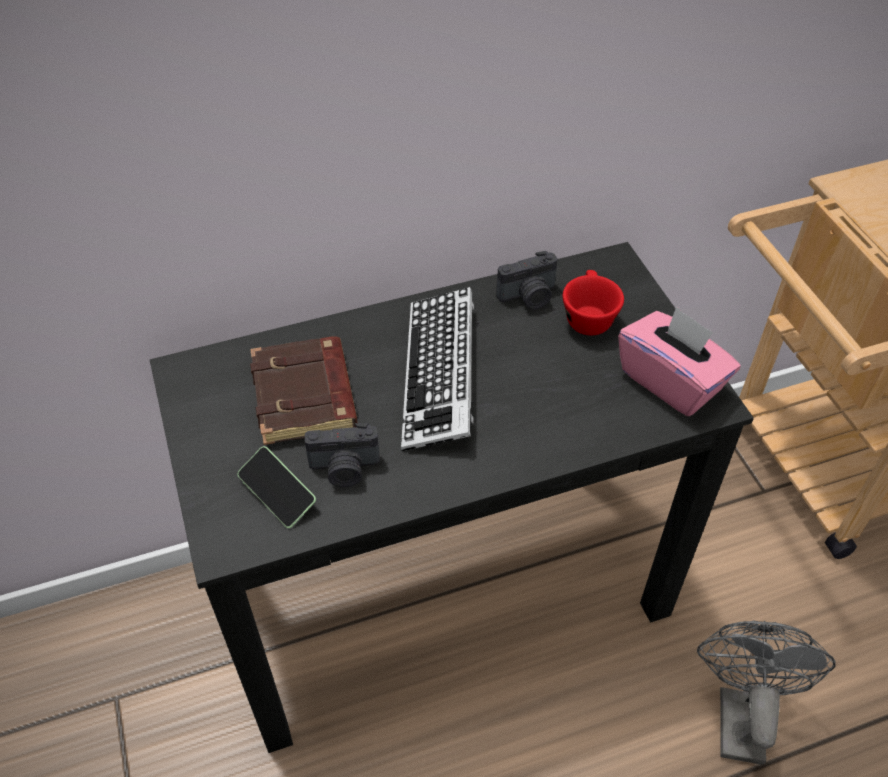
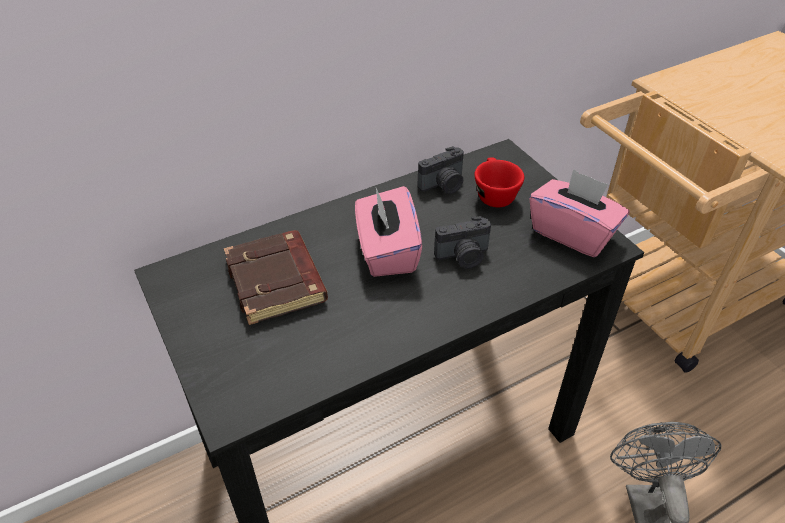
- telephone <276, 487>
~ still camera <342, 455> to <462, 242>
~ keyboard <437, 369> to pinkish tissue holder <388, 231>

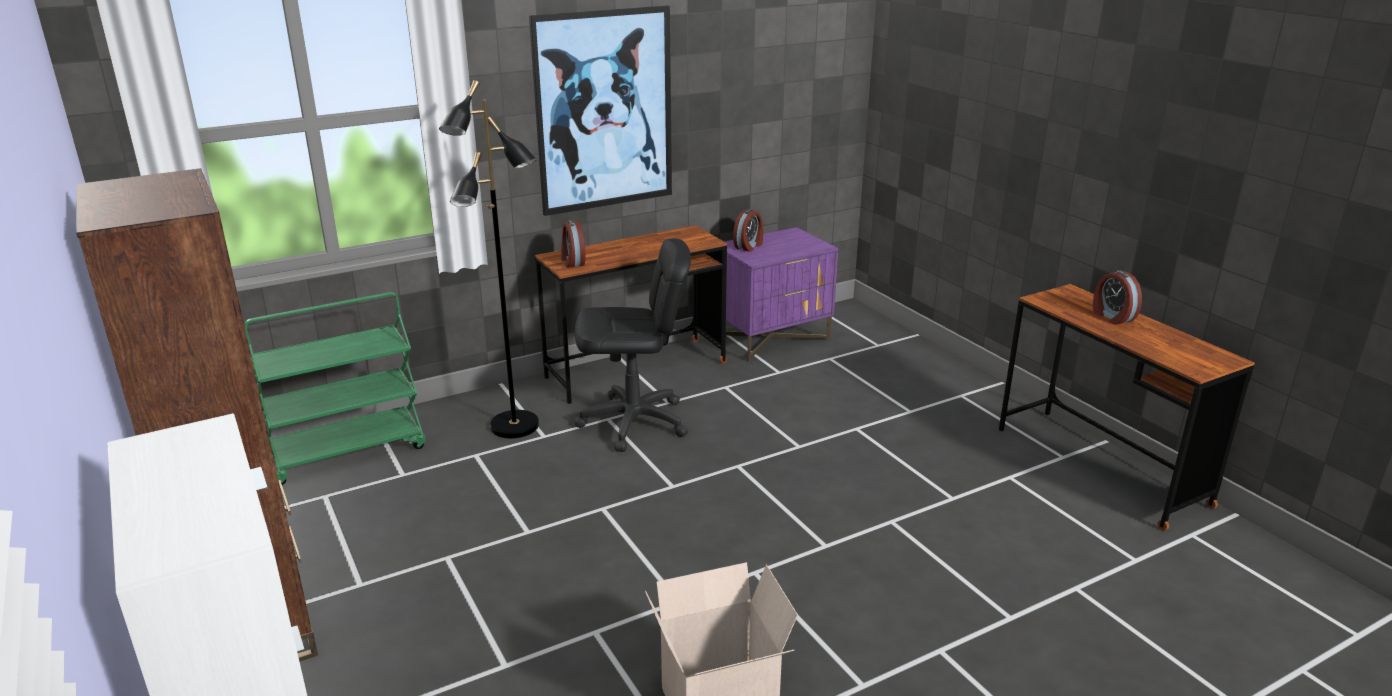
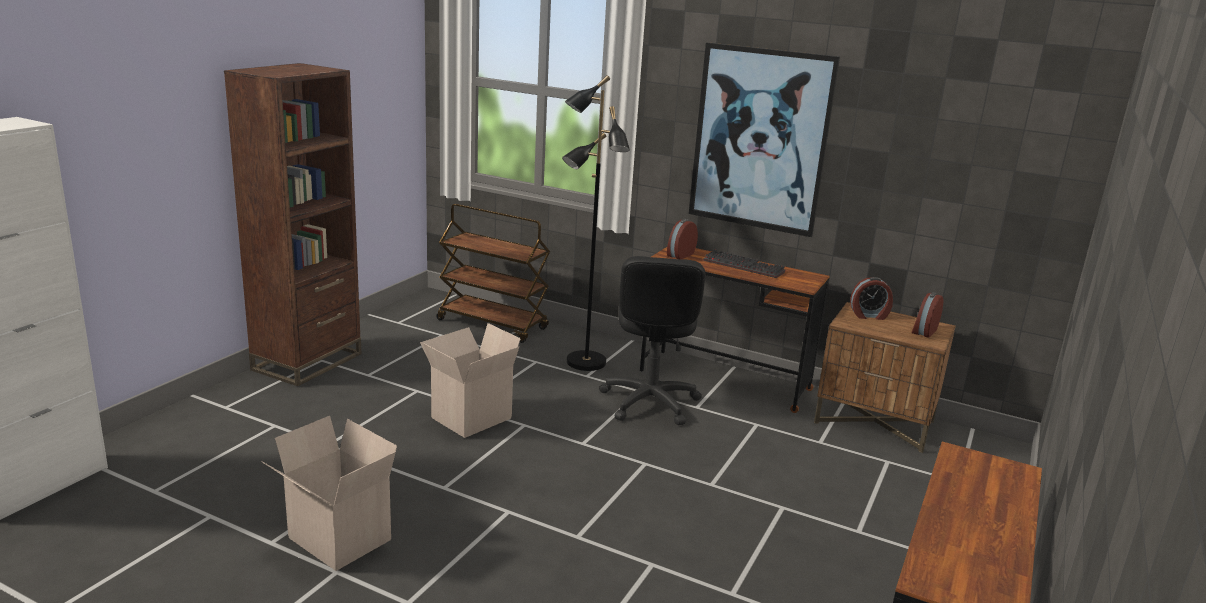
~ green-coloured cart <334, 388> to brown-coloured cart <493, 273>
~ black-coloured office chair <632, 345> = <652, 340> 45 degrees clockwise
~ purple-coloured nightstand <781, 294> to brown-coloured nightstand <885, 377>
~ bedside clock <1117, 297> to <927, 315>
+ carton <470, 380>
+ keyboard <744, 264>

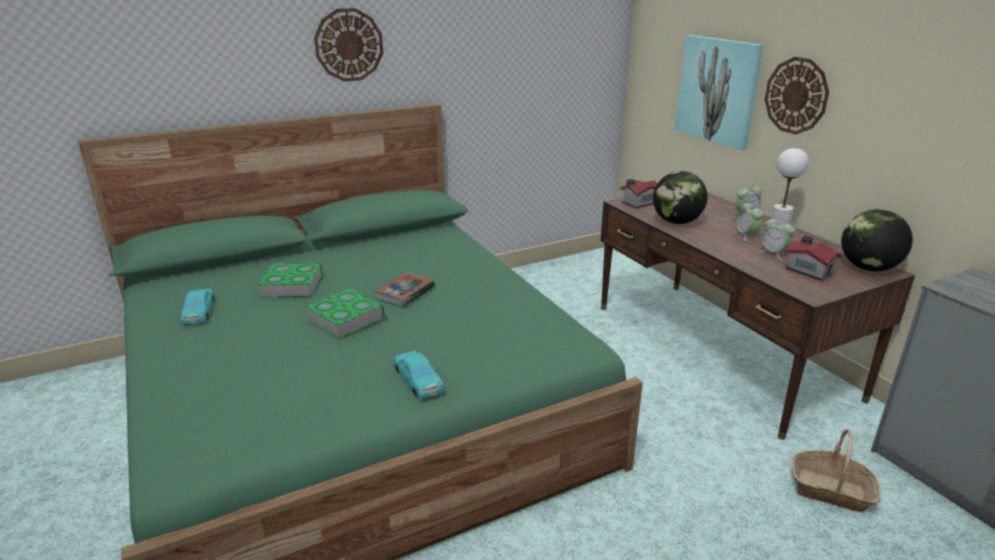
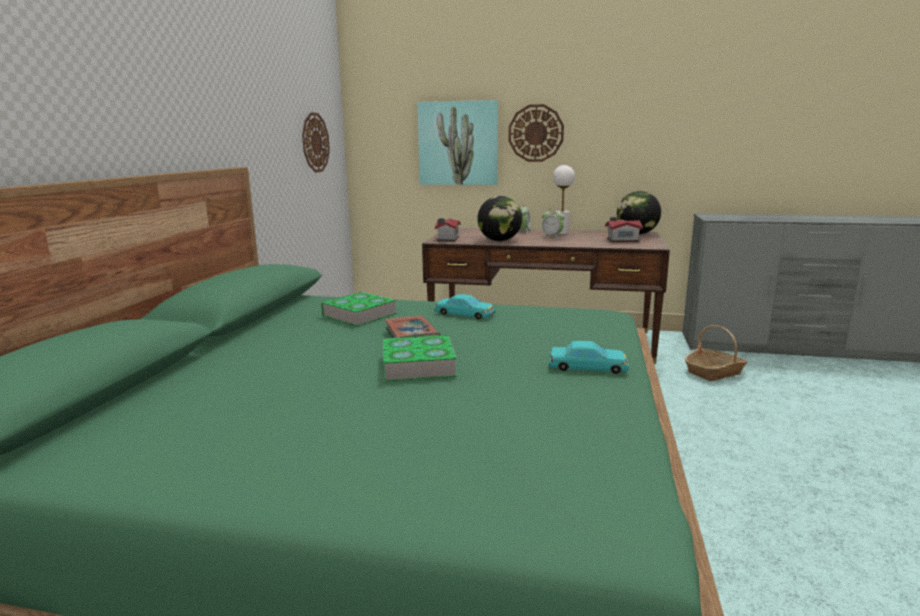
~ turquoise-coloured model car <197, 307> to <465, 307>
~ book <290, 280> to <359, 309>
~ wall clock <348, 45> to <316, 142>
- bedside clock <777, 238>

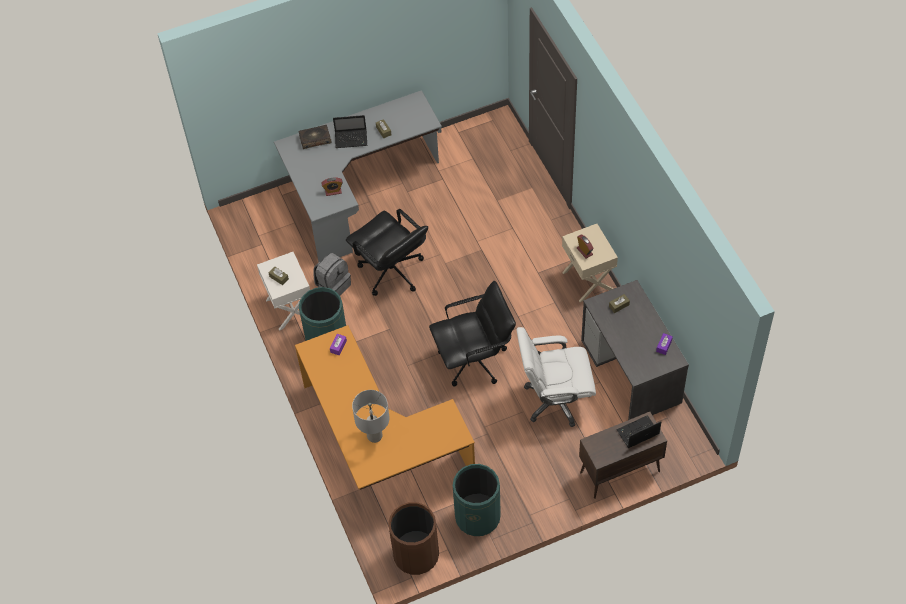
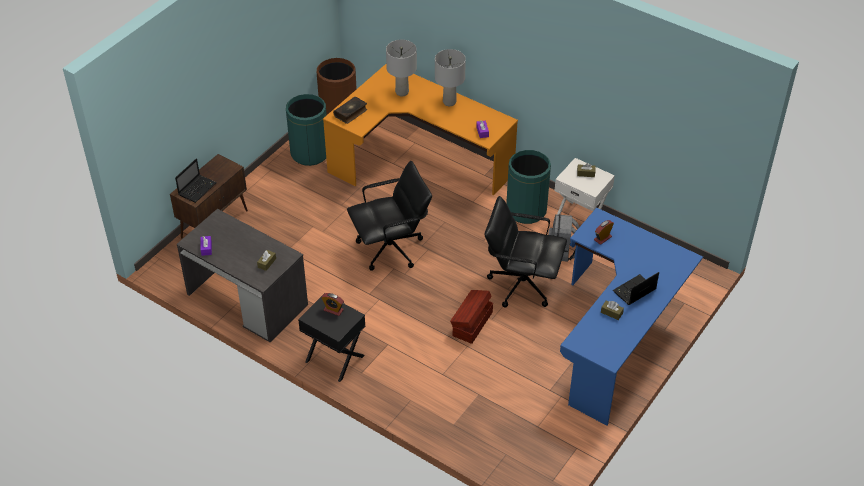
~ gray desk <358, 176> to blue-coloured desk <631, 317>
~ book <315, 137> to <350, 110>
~ black-coloured office chair <472, 334> = <389, 216> 150 degrees counterclockwise
- white-coloured office chair <556, 377>
~ sand-coloured nightstand <590, 263> to black-coloured nightstand <331, 337>
+ gray tabletop lamp <450, 77>
+ brown-coloured storage container <471, 317>

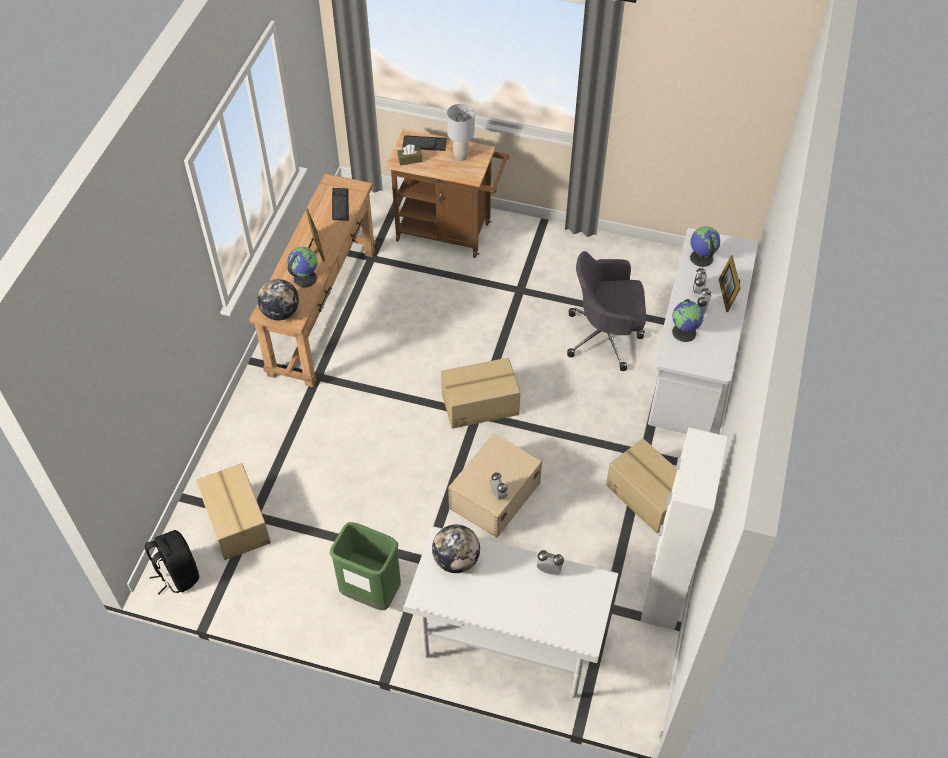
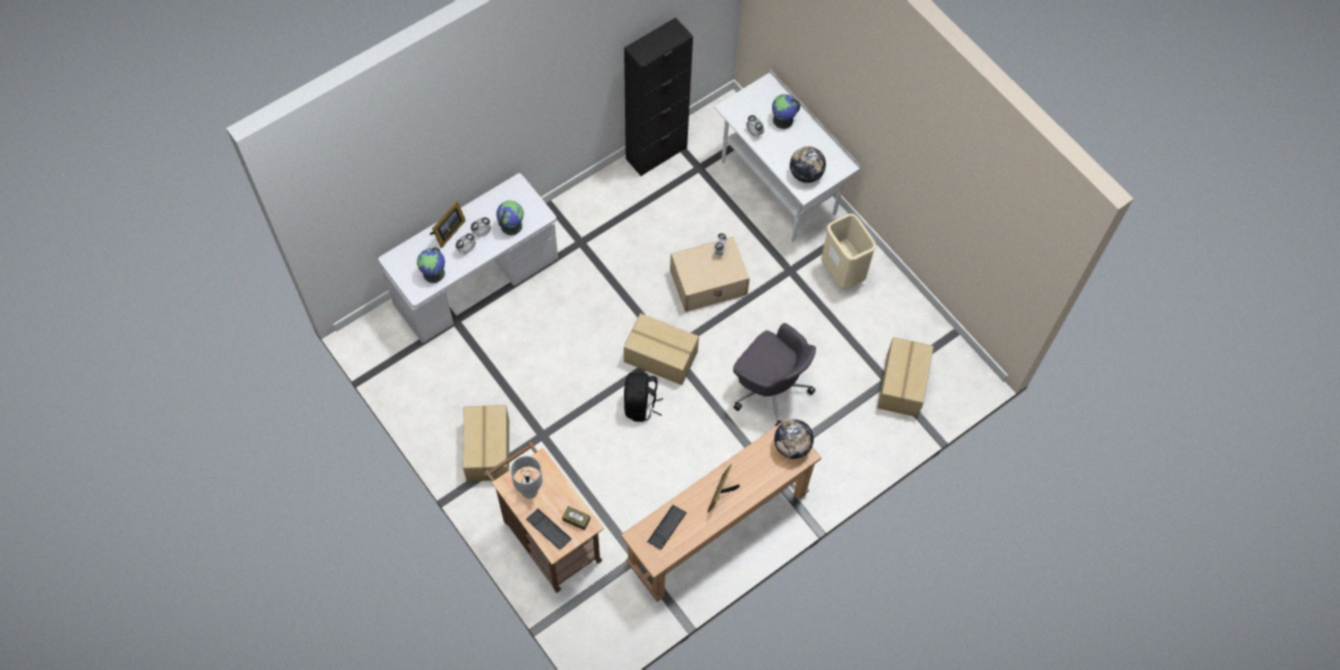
~ black-coloured knapsack <172, 562> to <643, 397>
~ world globe <302, 267> to <786, 111>
~ green-coloured trash can <365, 566> to sand-coloured trash can <848, 252>
~ gray office chair <606, 311> to <774, 374>
~ carton <641, 486> to <486, 443>
~ white-coloured cabinet <684, 528> to black-coloured cabinet <658, 96>

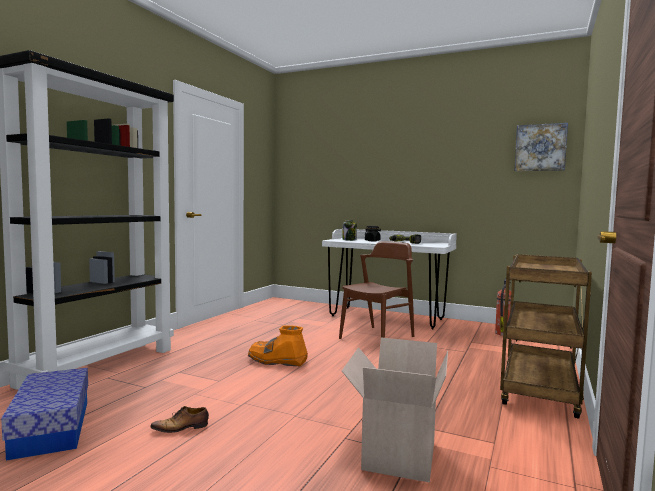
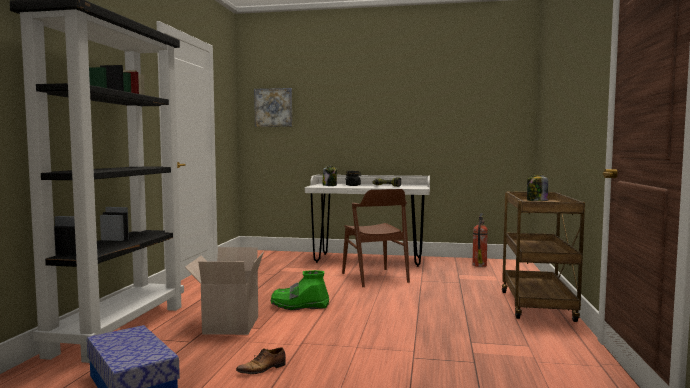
~ orange boot <278, 346> to green-coloured boot <300, 290>
~ brown-coloured upright chair <376, 290> = <376, 238> 135 degrees clockwise
~ carton <395, 410> to <224, 291>
~ wall art <541, 147> to <273, 107>
+ jar <537, 188>

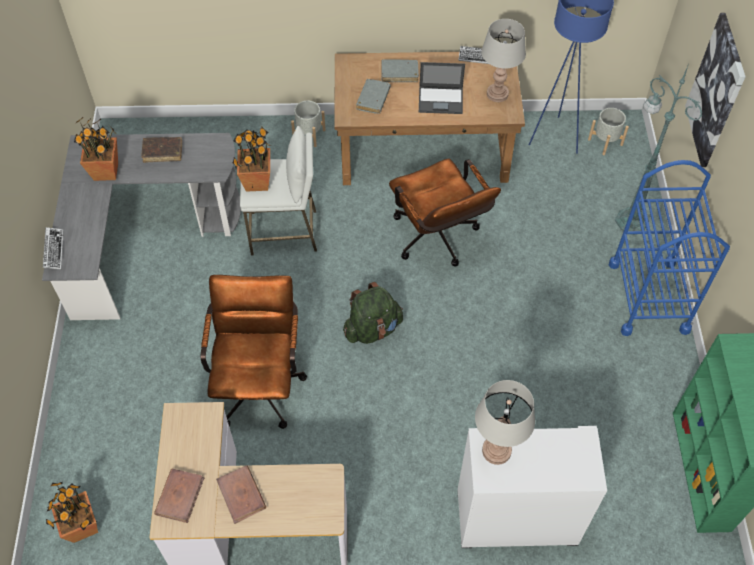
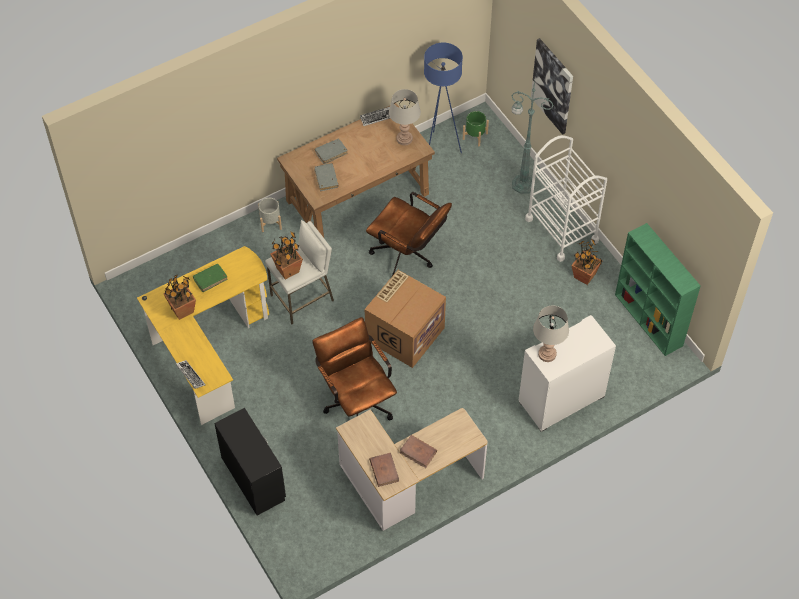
~ gray desk <141, 226> to yellow desk <203, 335>
~ houseplant <72, 512> to <586, 262>
~ brown-coloured book <161, 150> to green-coloured book <210, 278>
~ green-coloured knapsack <373, 313> to carton <405, 319>
- laptop <442, 88>
~ gray planter <608, 131> to green-coloured planter <476, 128>
~ blue-coloured cart <669, 248> to white-coloured cart <566, 198>
+ black-coloured drawer chest <250, 462>

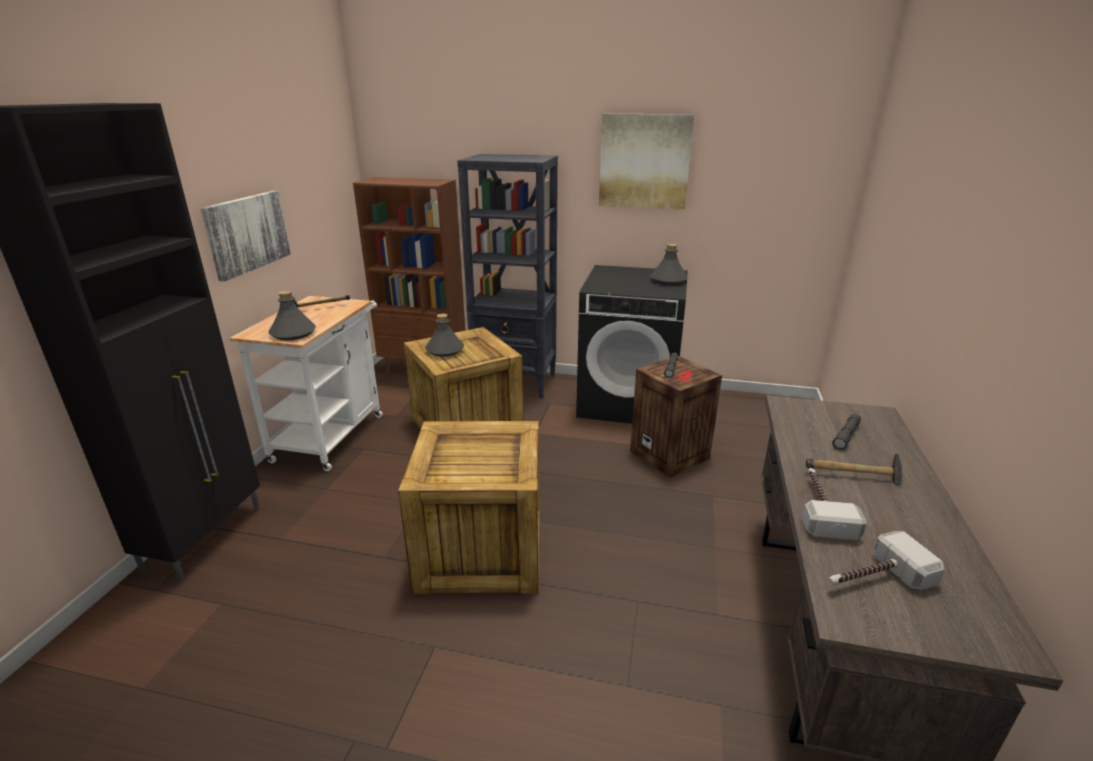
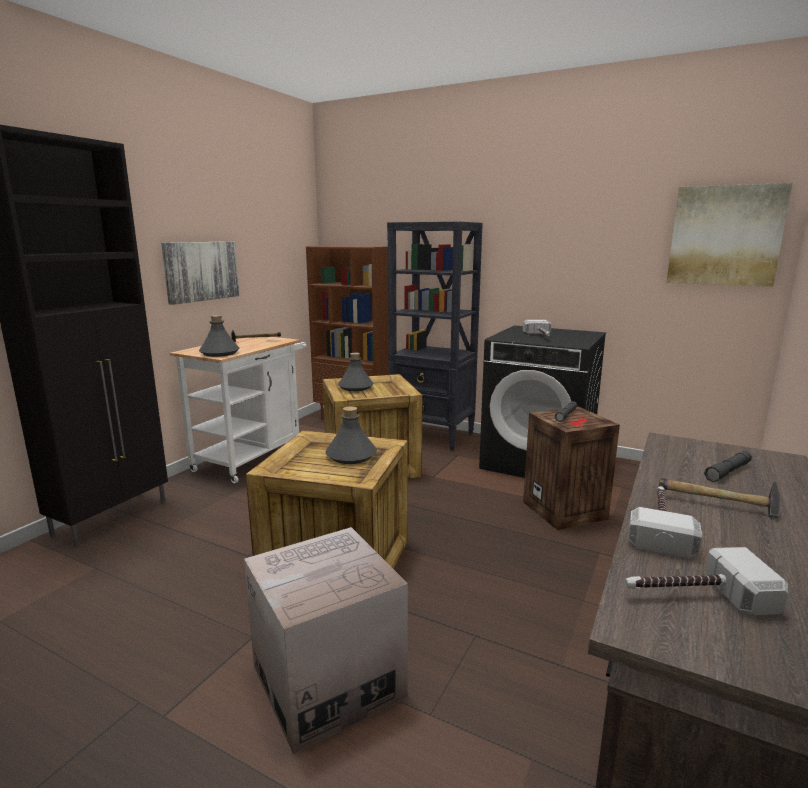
~ wall art <646, 162> to <729, 235>
~ gray beverage bottle <669, 264> to <351, 435>
+ carton <326, 640>
+ hand hammer <537, 328>

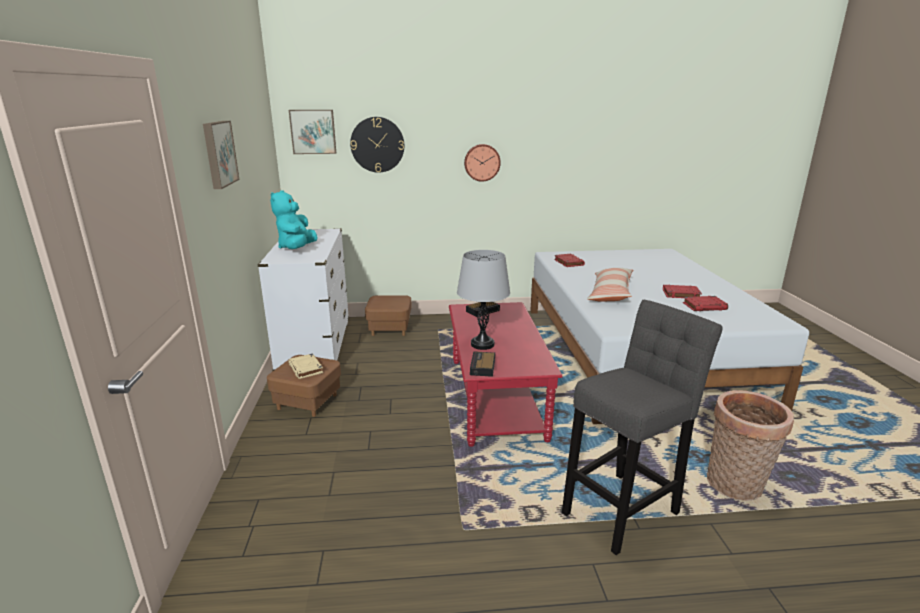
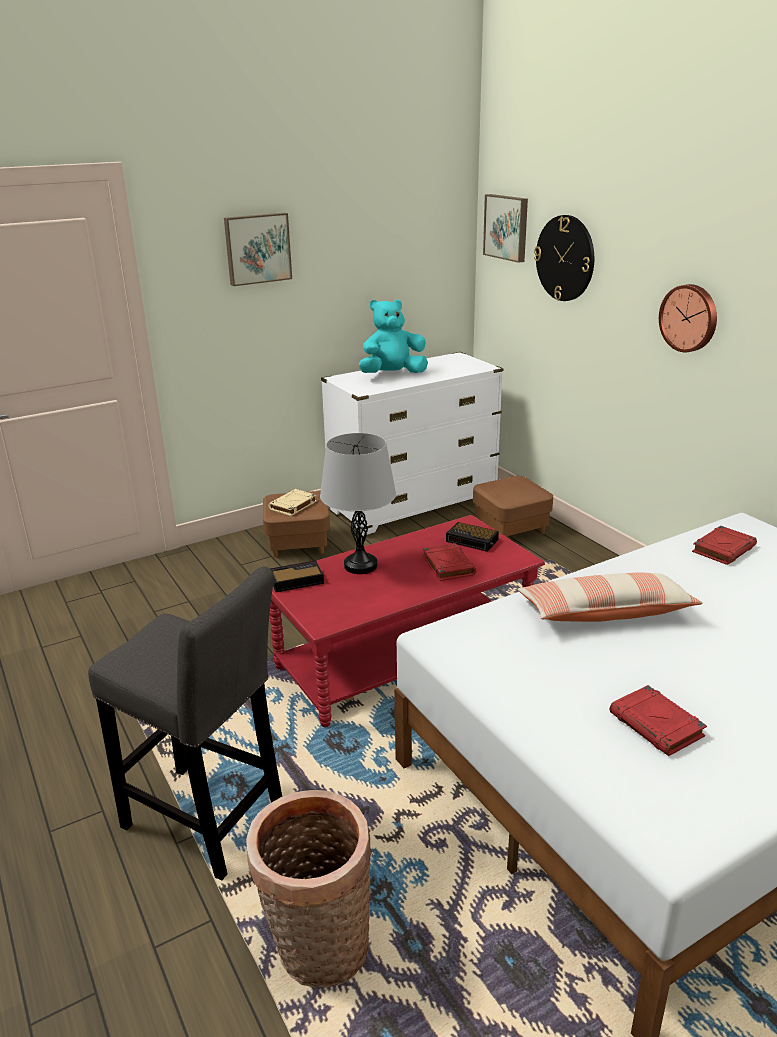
~ reddish book <682, 291> to <449, 562>

